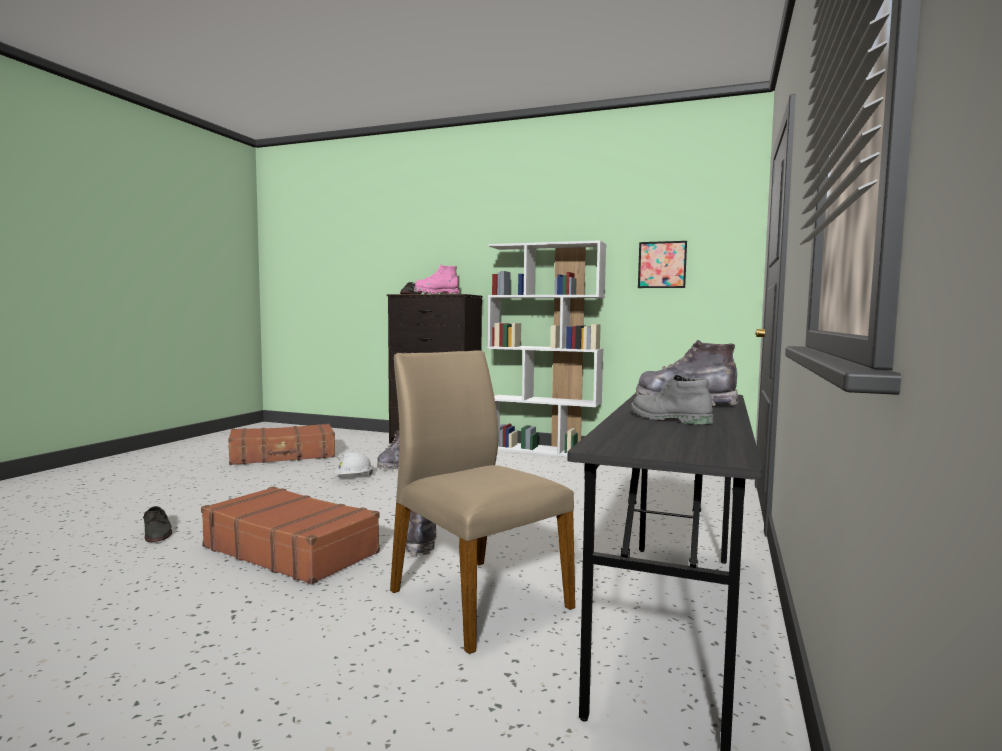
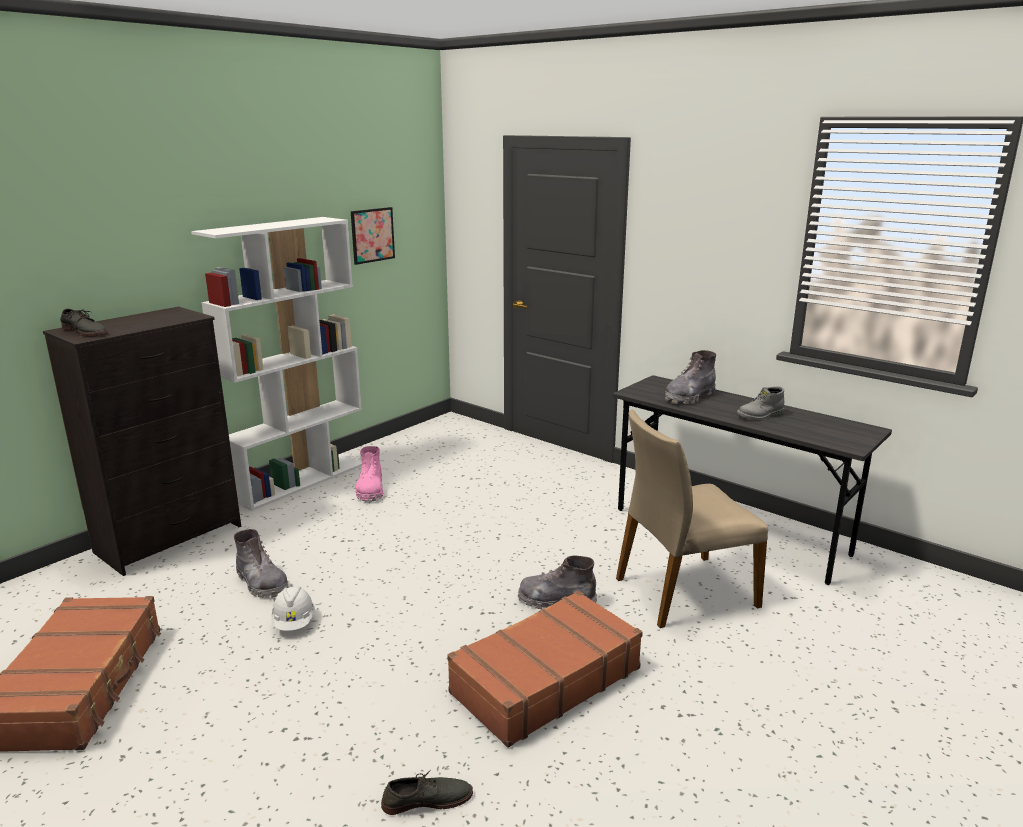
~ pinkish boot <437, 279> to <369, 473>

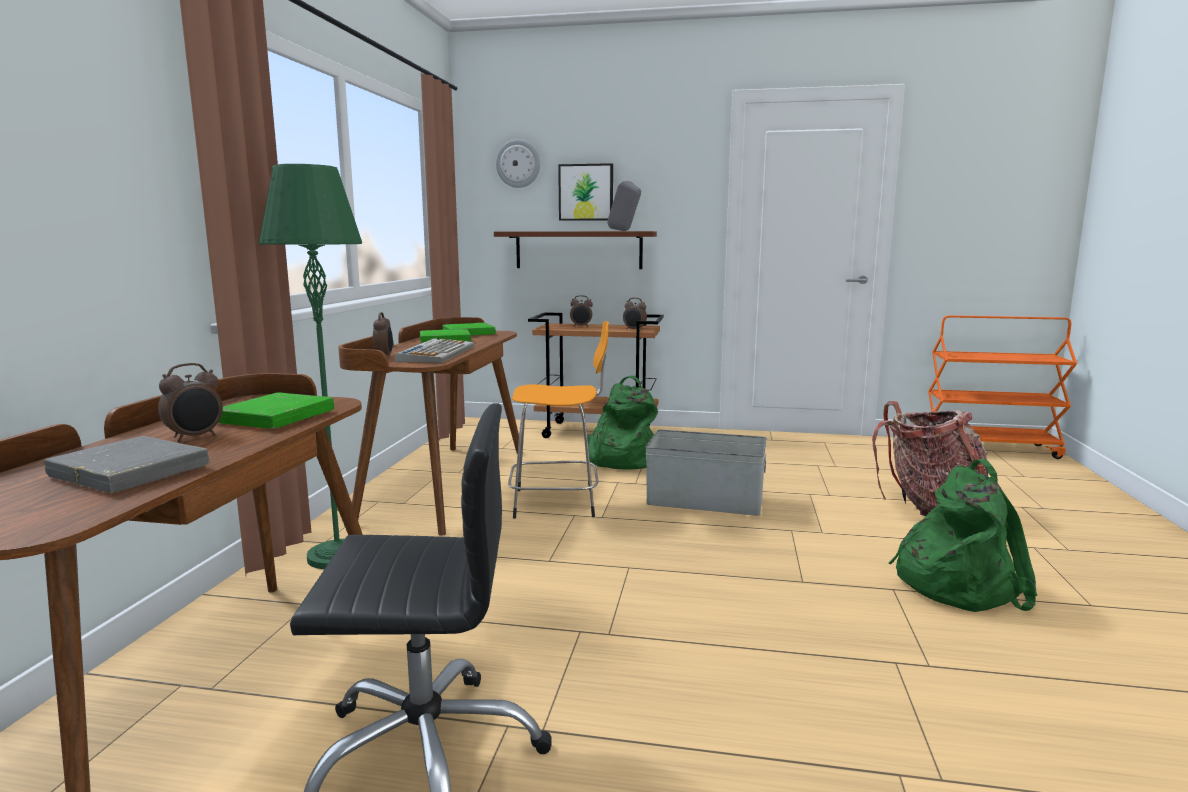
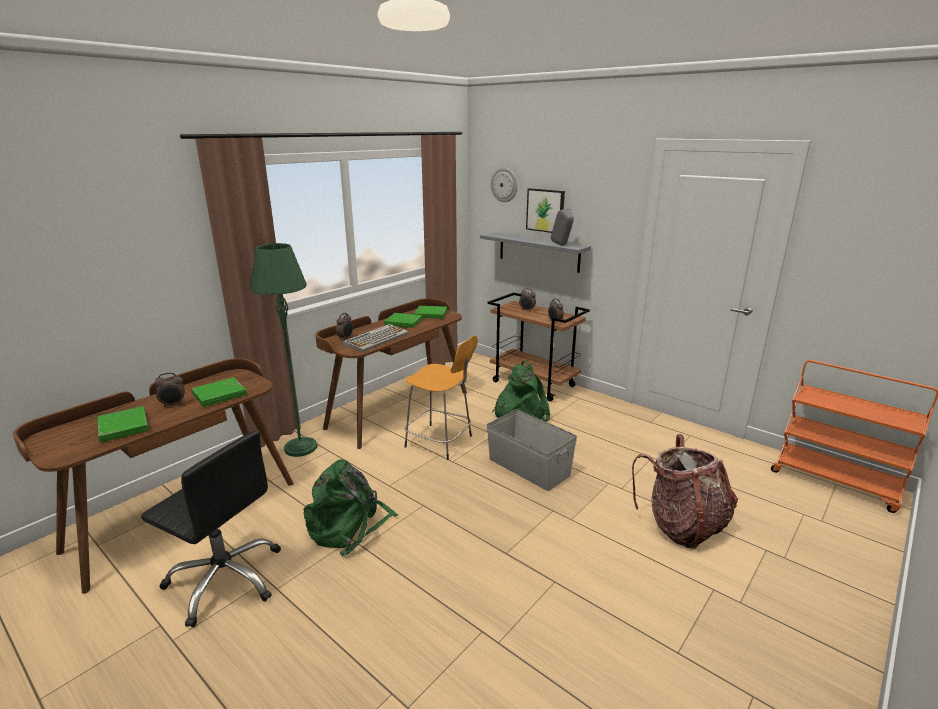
~ gray book <126, 464> to green-coloured book <123, 424>
~ brown-coloured bracket shelf <575, 250> to gray bracket shelf <535, 252>
~ green-coloured knapsack <963, 535> to <351, 507>

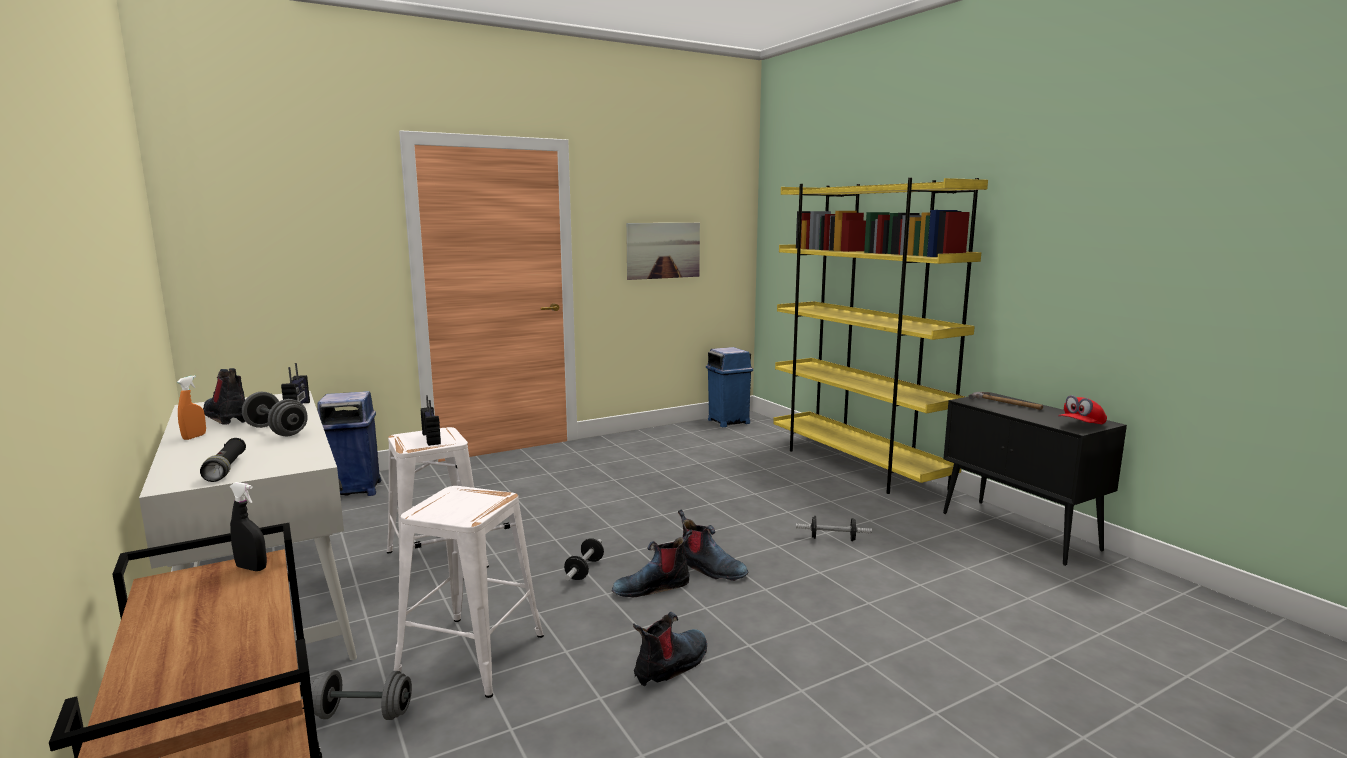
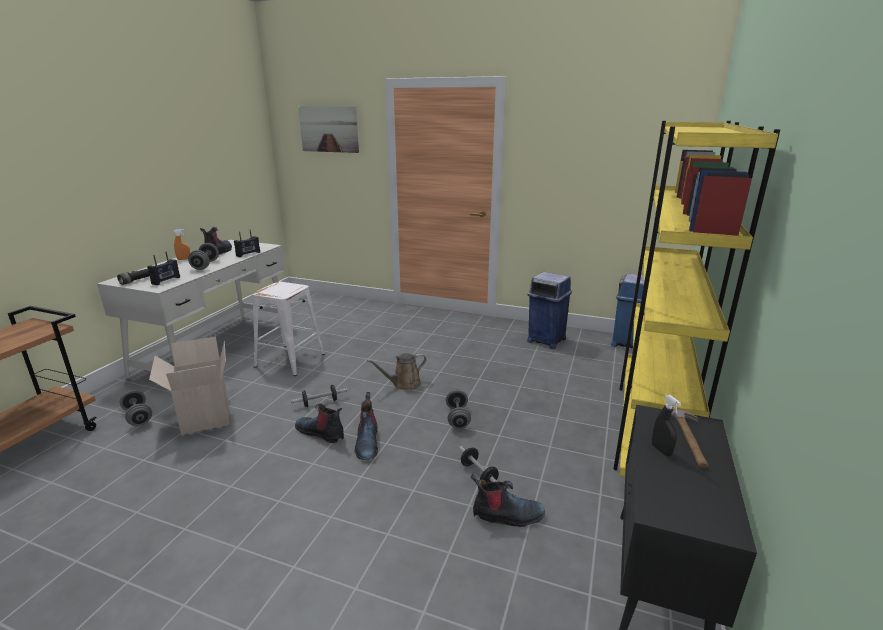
~ black-coloured sprayer <248, 526> to <666, 425>
~ blue-coloured trash can <349, 443> to <549, 310>
~ white-coloured sitting stool <469, 592> to carton <189, 386>
~ radio <431, 420> to <163, 268>
~ wall art <663, 251> to <328, 129>
~ boot <670, 649> to <508, 500>
- reddish peaked cap <1082, 409>
+ brown-coloured watering pot <396, 371>
+ gray hand weight <458, 409>

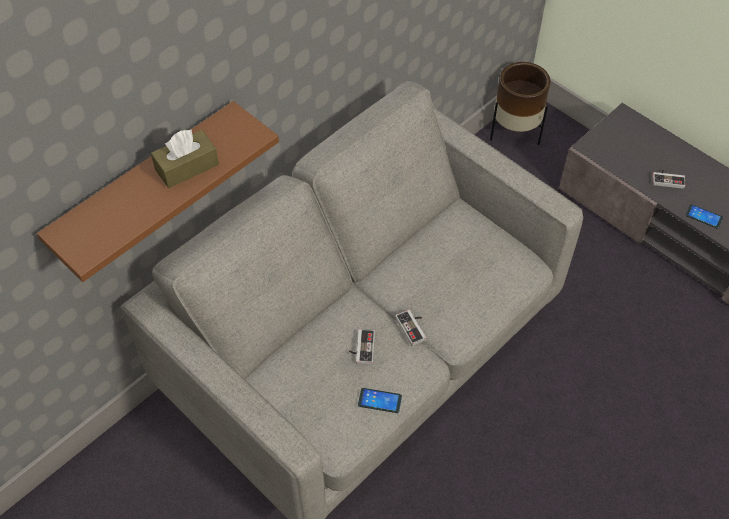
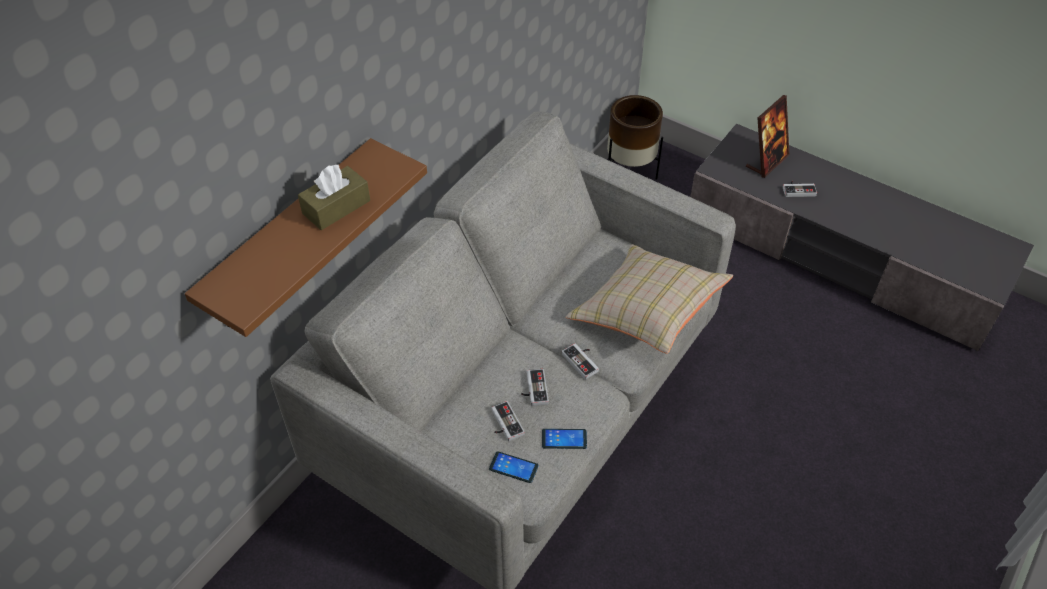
~ telephone <704, 216> to <513, 467>
+ joypad <508, 421>
+ sand-coloured cushion <649, 299>
+ photo frame <767, 136>

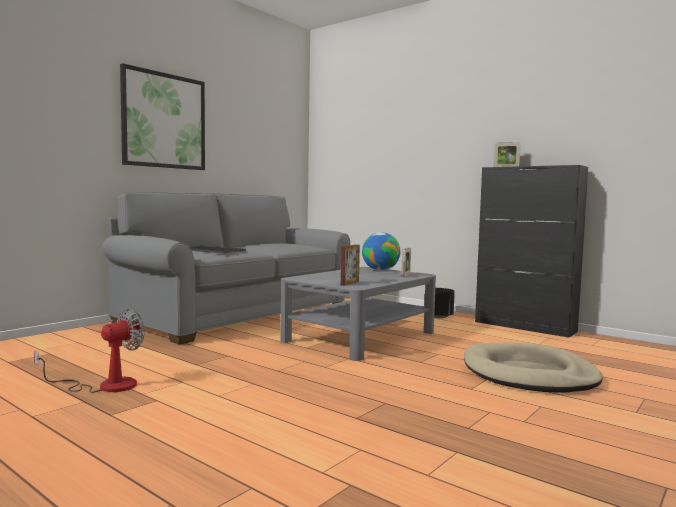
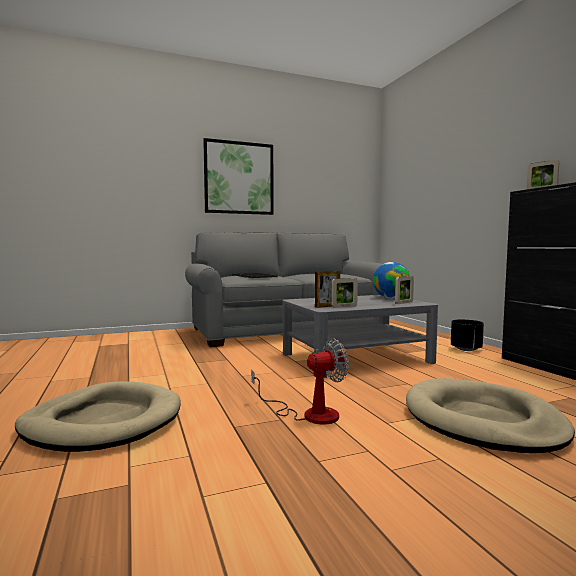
~ cooling fan <89, 351> to <300, 381>
+ sand-coloured pet bed <98, 416>
+ photo frame <344, 293>

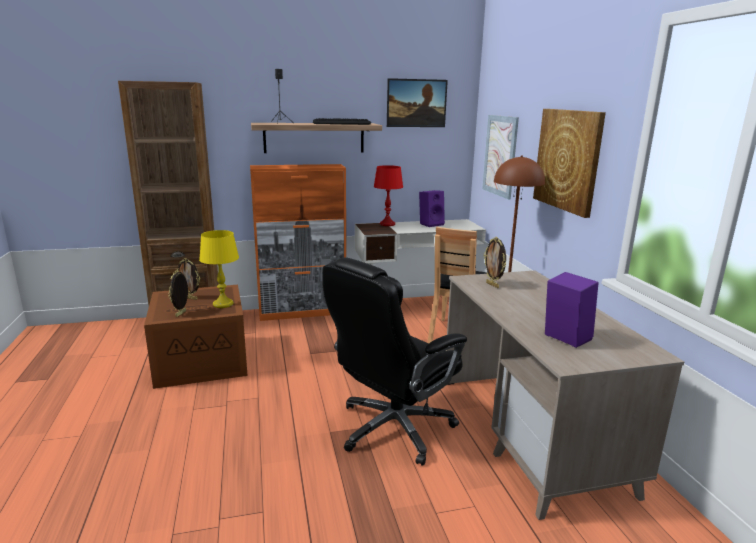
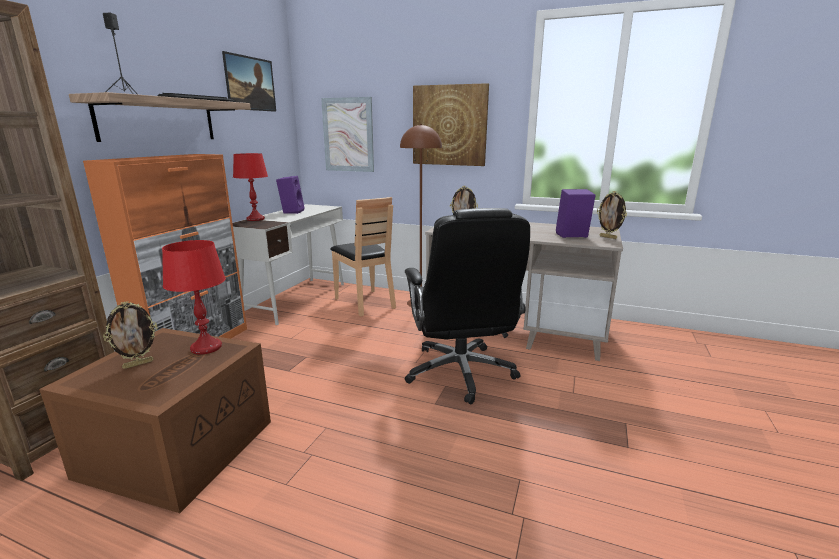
~ photo frame <178, 293> to <612, 215>
~ yellow tabletop lamp <219, 269> to reddish tabletop lamp <194, 297>

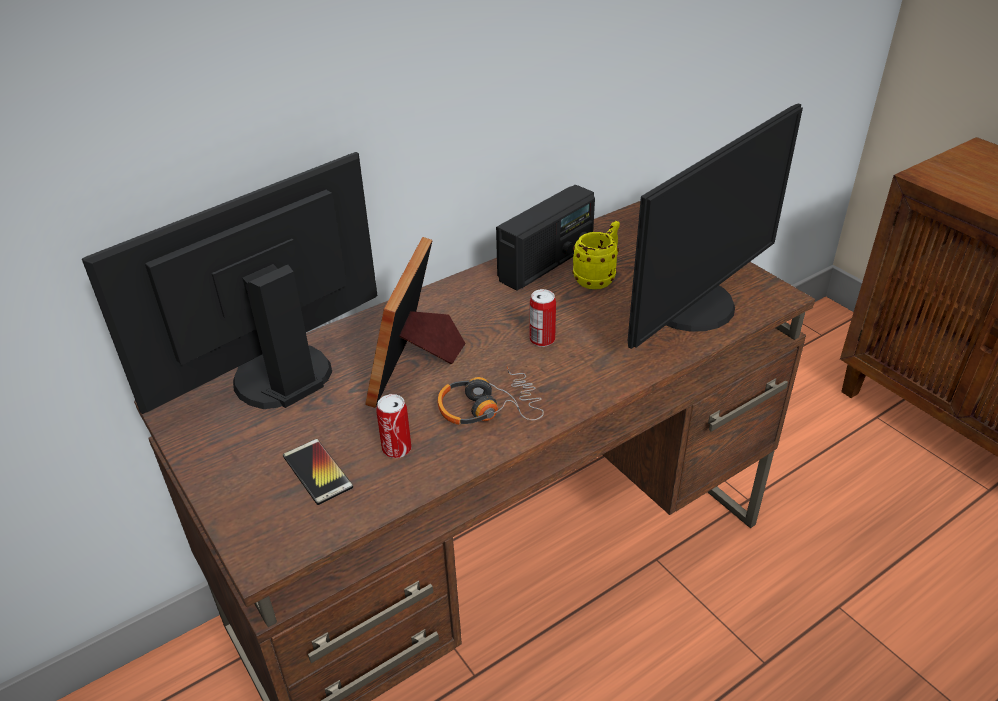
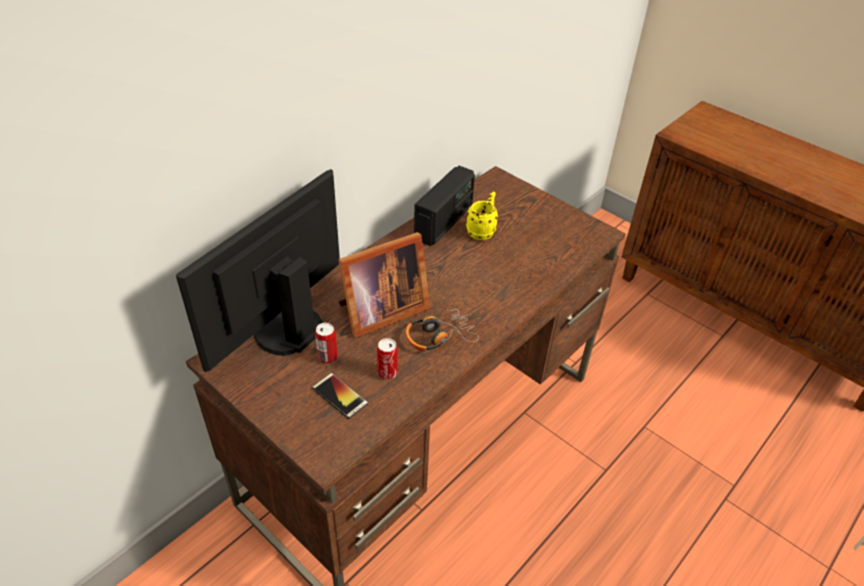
~ photo frame <415, 322> = <384, 285> 120 degrees counterclockwise
~ can <543, 318> to <326, 343>
- monitor <715, 226>

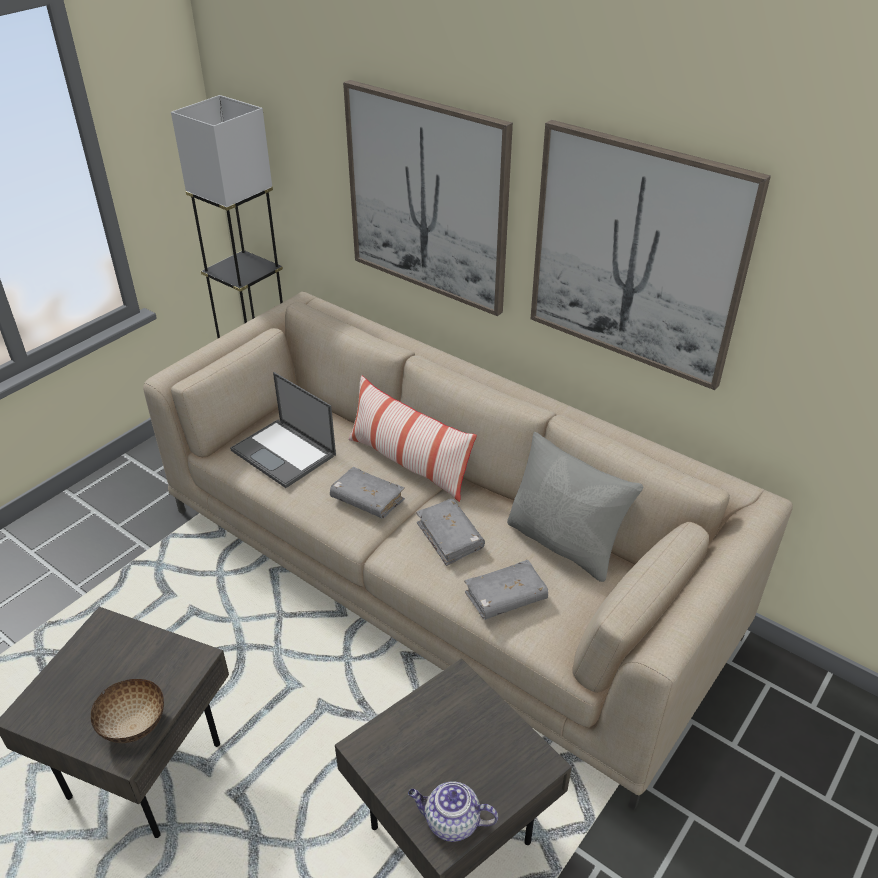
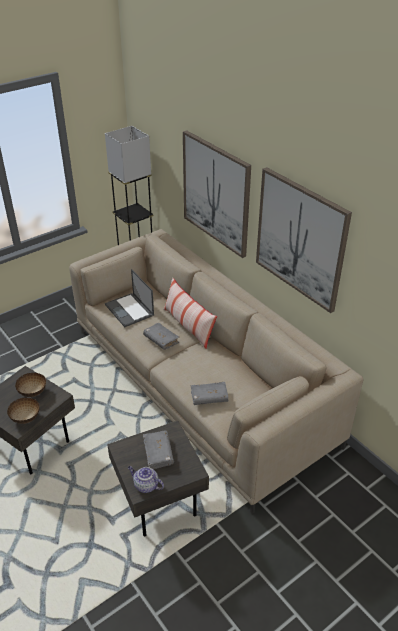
~ gray book <450, 532> to <158, 449>
- gray cushion <575, 507>
+ serving bowl <30, 385>

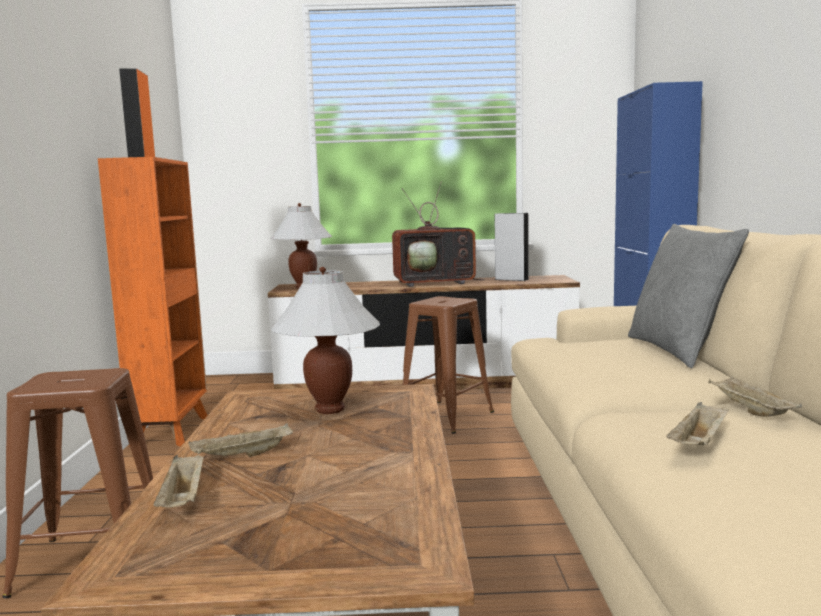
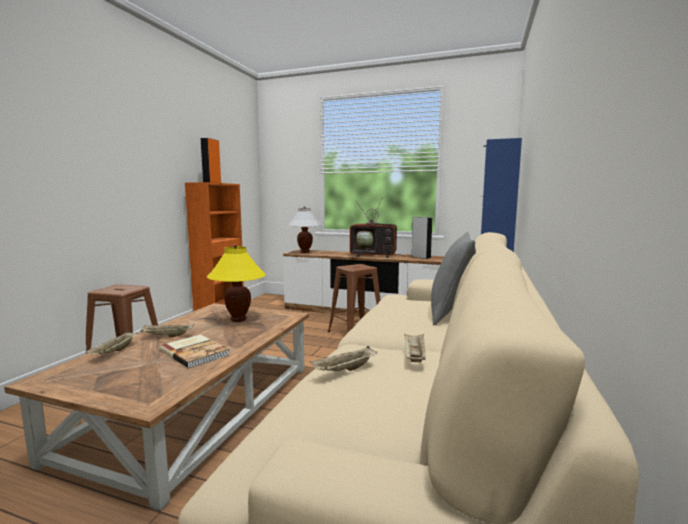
~ white-coloured tabletop lamp <325, 340> to yellow tabletop lamp <236, 283>
+ book <195, 351>

